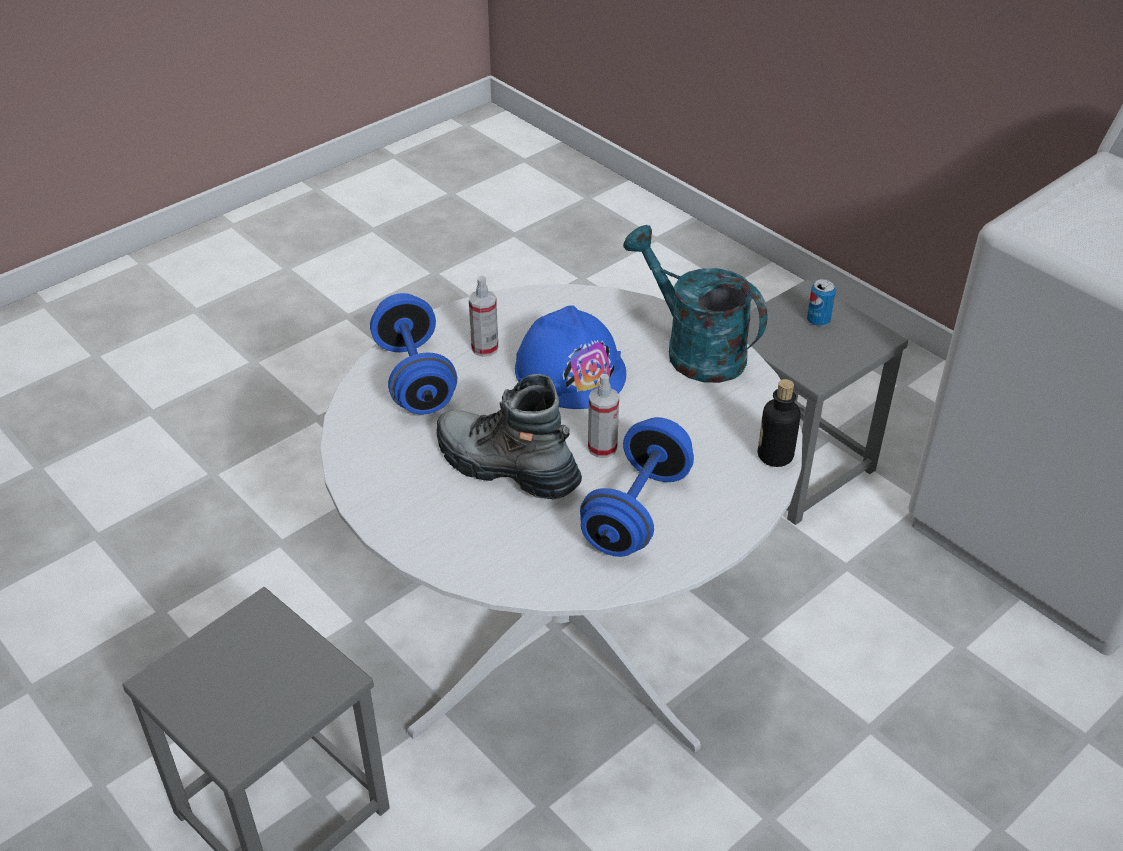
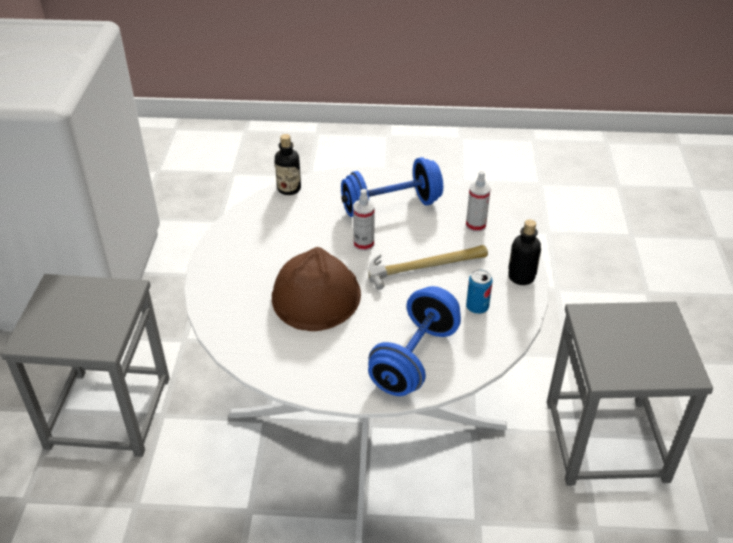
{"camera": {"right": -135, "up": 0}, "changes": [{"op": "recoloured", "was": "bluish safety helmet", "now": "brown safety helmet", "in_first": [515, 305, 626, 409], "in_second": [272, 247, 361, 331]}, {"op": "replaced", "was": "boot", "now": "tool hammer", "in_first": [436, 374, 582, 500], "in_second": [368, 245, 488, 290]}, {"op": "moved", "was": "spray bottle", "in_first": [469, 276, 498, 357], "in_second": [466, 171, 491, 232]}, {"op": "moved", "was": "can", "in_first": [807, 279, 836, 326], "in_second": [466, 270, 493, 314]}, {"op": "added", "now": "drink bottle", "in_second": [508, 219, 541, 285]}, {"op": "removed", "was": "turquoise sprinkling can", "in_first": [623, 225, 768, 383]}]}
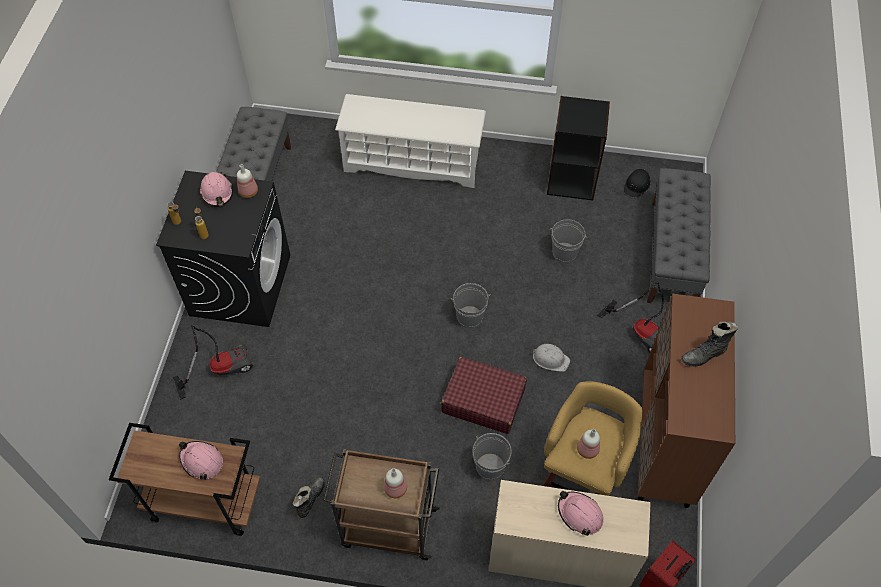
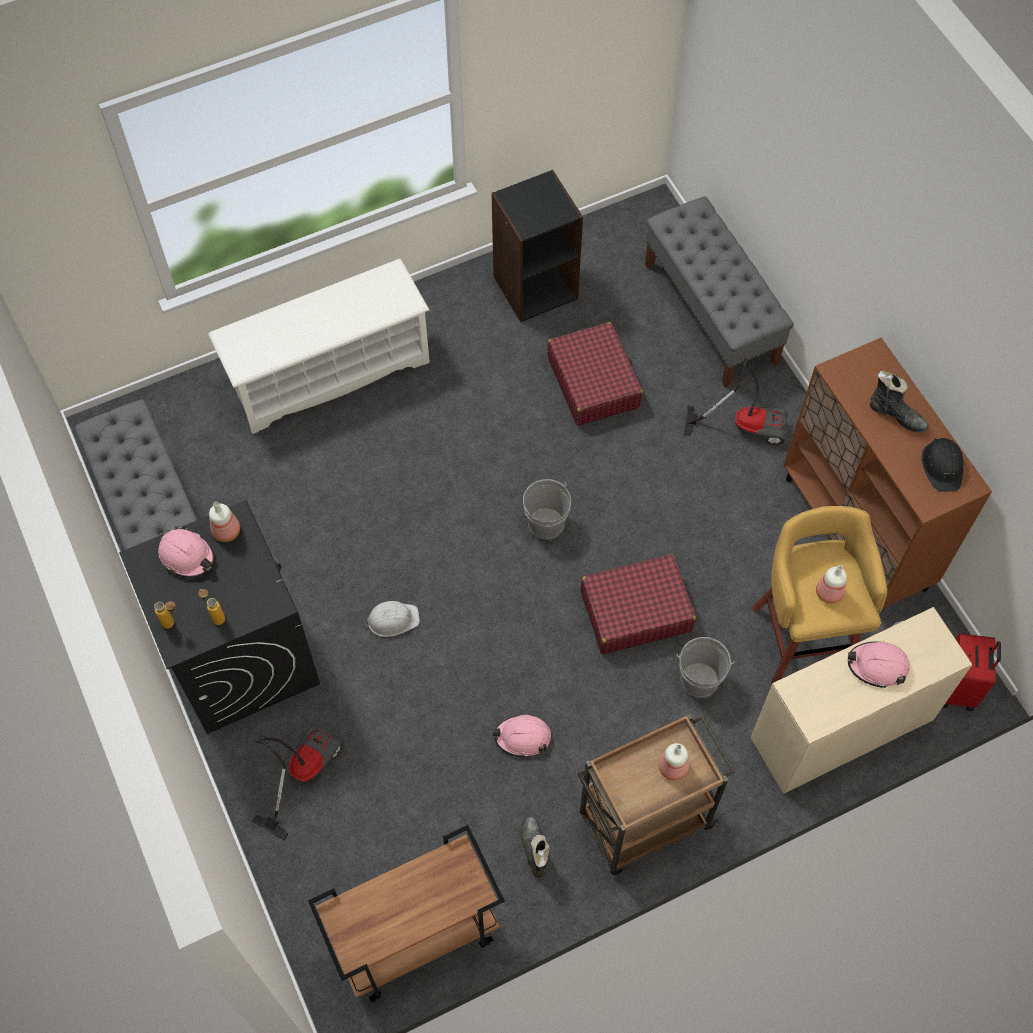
{"camera": {"right": -35, "up": 5}, "changes": [{"op": "moved", "was": "whitish safety helmet", "in_first": [531, 344, 570, 372], "in_second": [365, 601, 420, 637]}, {"op": "moved", "was": "pinkish safety helmet", "in_first": [179, 441, 223, 480], "in_second": [492, 714, 551, 758]}, {"op": "replaced", "was": "grey water bucket", "now": "red-coloured suitcase", "in_first": [549, 219, 587, 263], "in_second": [547, 322, 643, 426]}, {"op": "turned", "was": "blackish boot", "in_first": [681, 322, 738, 366], "in_second": [870, 371, 928, 432], "clockwise": -90}, {"op": "moved", "was": "blackish safety helmet", "in_first": [624, 169, 651, 198], "in_second": [921, 435, 963, 492]}]}
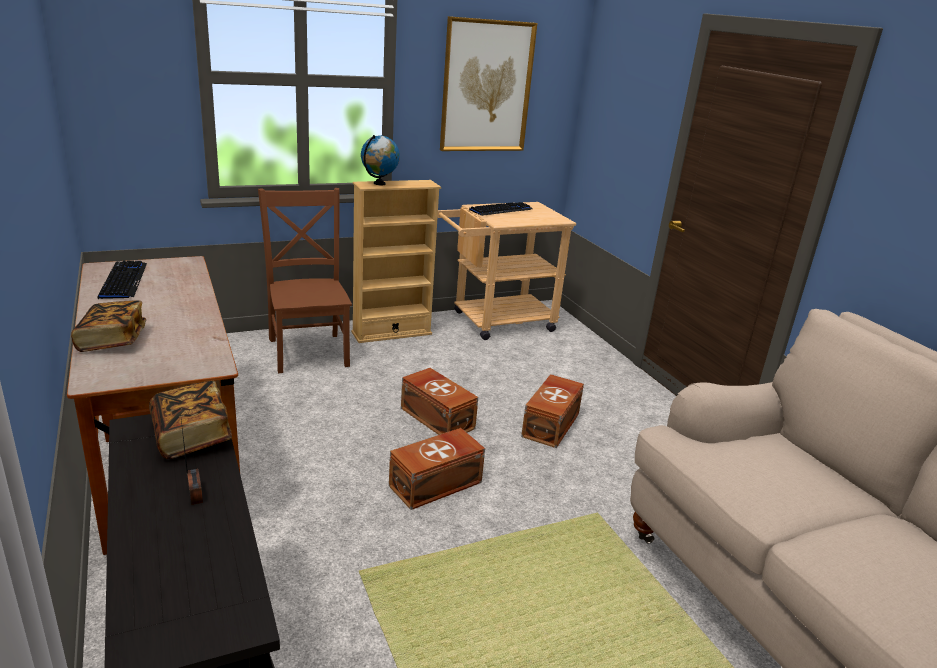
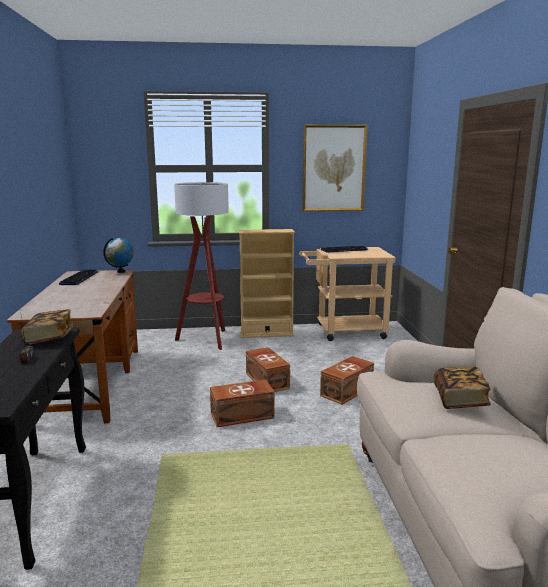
{"camera": {"right": 20, "up": -10}, "changes": [{"op": "moved", "was": "world globe", "in_first": [361, 135, 400, 186], "in_second": [103, 238, 134, 273]}, {"op": "replaced", "was": "brown plain chair", "now": "standing lamp", "in_first": [258, 188, 352, 373], "in_second": [174, 182, 229, 350]}, {"op": "moved", "was": "bound book", "in_first": [71, 300, 146, 352], "in_second": [434, 367, 491, 409]}]}
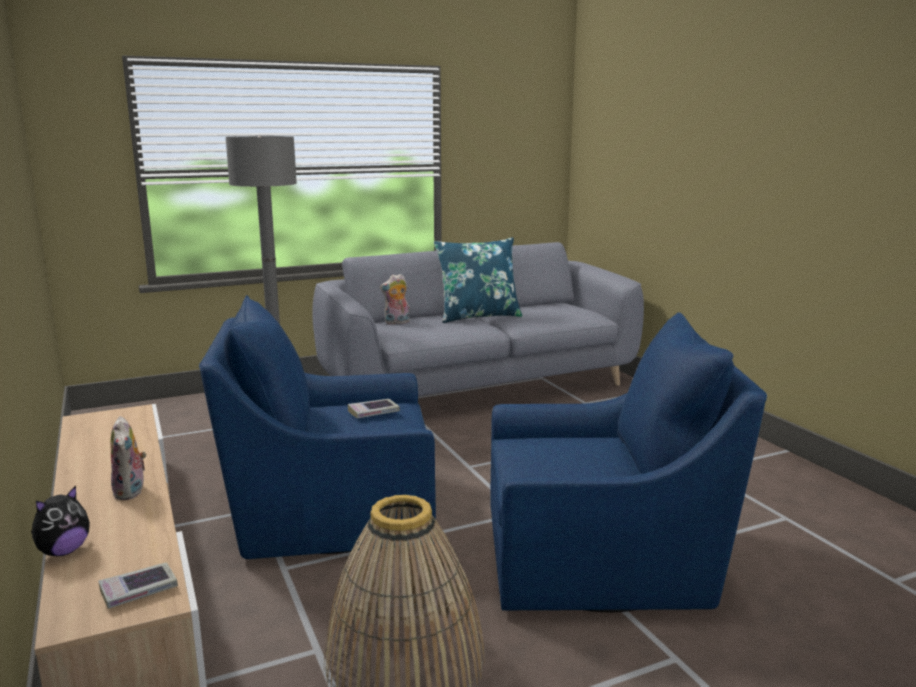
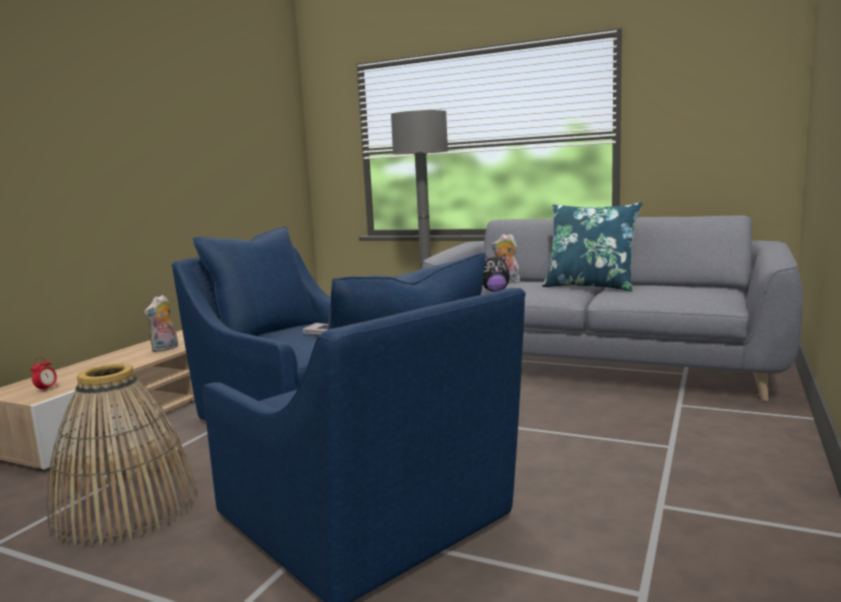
{"camera": {"right": 50, "up": -5}, "changes": [{"op": "replaced", "was": "bound book", "now": "table clock", "in_first": [98, 562, 178, 609], "in_second": [31, 357, 57, 392]}, {"op": "moved", "was": "cuddly toy", "in_first": [31, 486, 90, 556], "in_second": [483, 254, 510, 292]}]}
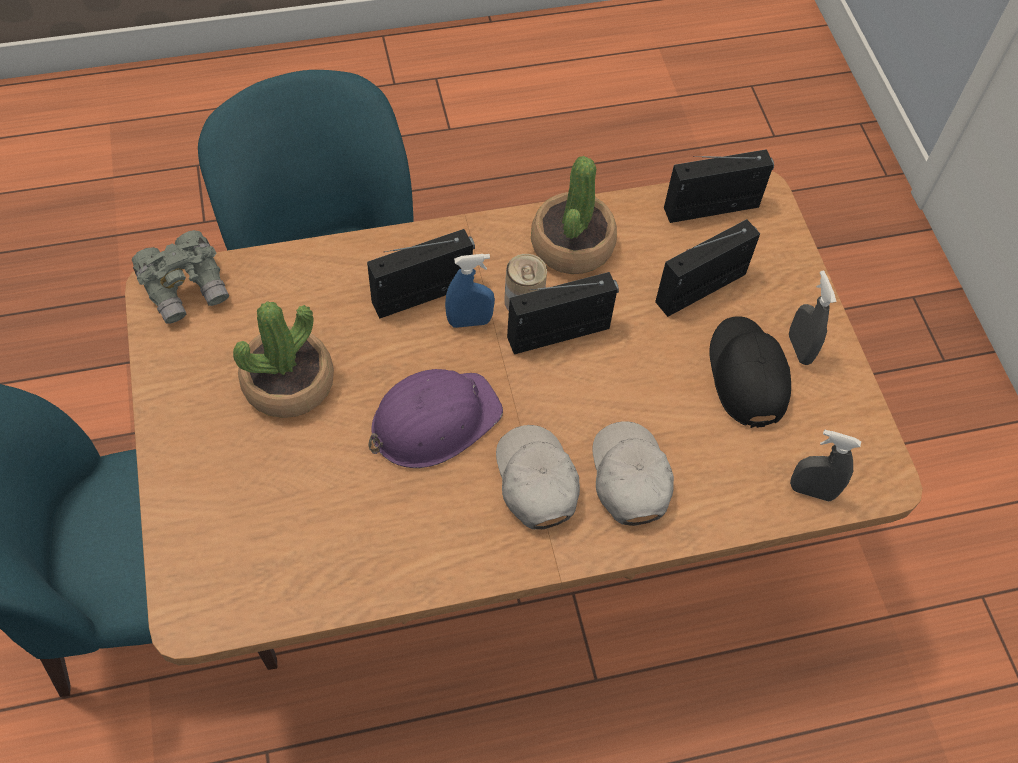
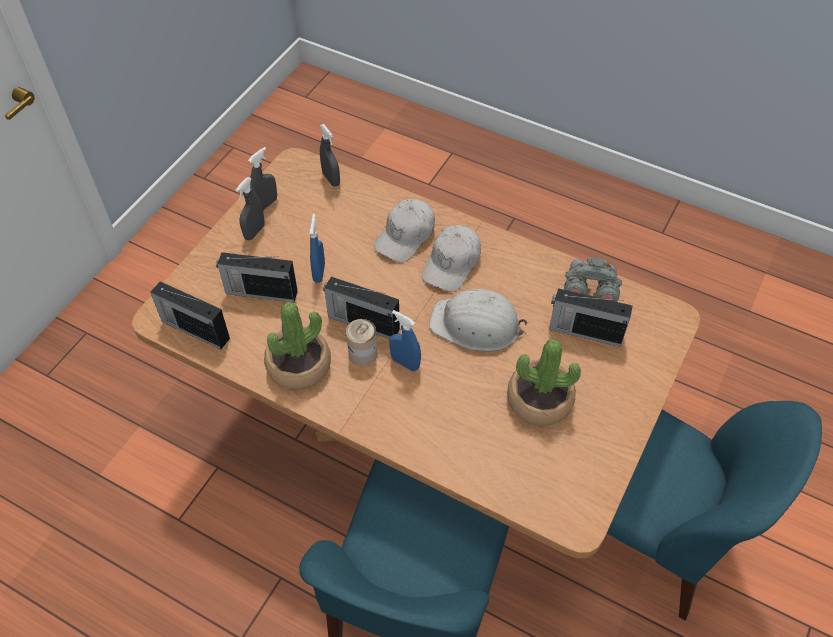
{"camera": {"right": -135, "up": -5}, "changes": [{"op": "added", "now": "grey spray bottle", "in_second": [248, 147, 277, 210]}, {"op": "added", "now": "bluish spray bottle", "in_second": [309, 214, 325, 283]}, {"op": "recoloured", "was": "purple safety helmet", "now": "whitish safety helmet", "in_first": [369, 369, 503, 468], "in_second": [429, 289, 527, 352]}, {"op": "moved", "was": "radio", "in_first": [367, 229, 475, 319], "in_second": [549, 288, 633, 347]}, {"op": "moved", "was": "grey binoculars", "in_first": [132, 230, 229, 324], "in_second": [564, 257, 622, 302]}, {"op": "removed", "was": "blackish baseball cap", "in_first": [709, 316, 791, 428]}]}
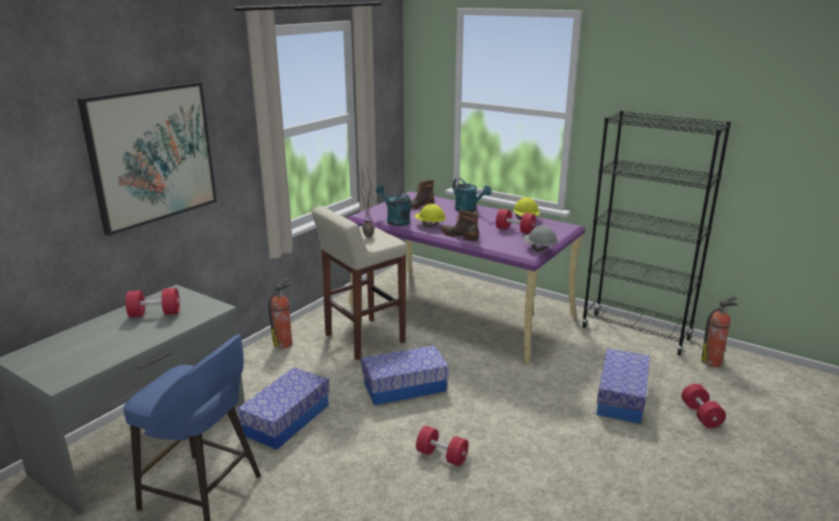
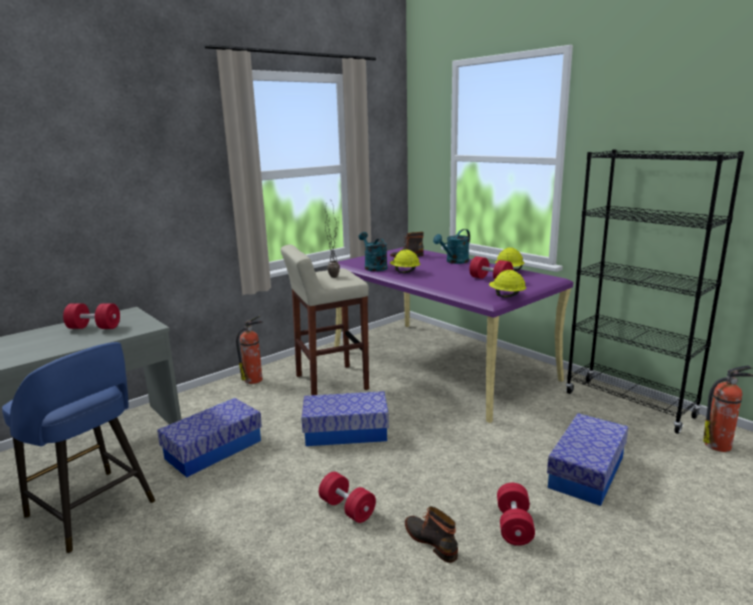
{"camera": {"right": 15, "up": -5}, "changes": [{"op": "moved", "was": "boot", "in_first": [441, 210, 479, 241], "in_second": [405, 506, 458, 563]}, {"op": "turned", "was": "turquoise sprinkling can", "in_first": [453, 178, 491, 212], "in_second": [433, 229, 470, 264], "clockwise": 75}, {"op": "recoloured", "was": "grey safety helmet", "now": "yellow safety helmet", "in_first": [523, 226, 558, 251], "in_second": [489, 270, 526, 298]}, {"op": "moved", "was": "red-coloured dumbbell", "in_first": [682, 384, 726, 428], "in_second": [497, 483, 535, 546]}, {"op": "removed", "was": "wall art", "in_first": [77, 82, 217, 236]}]}
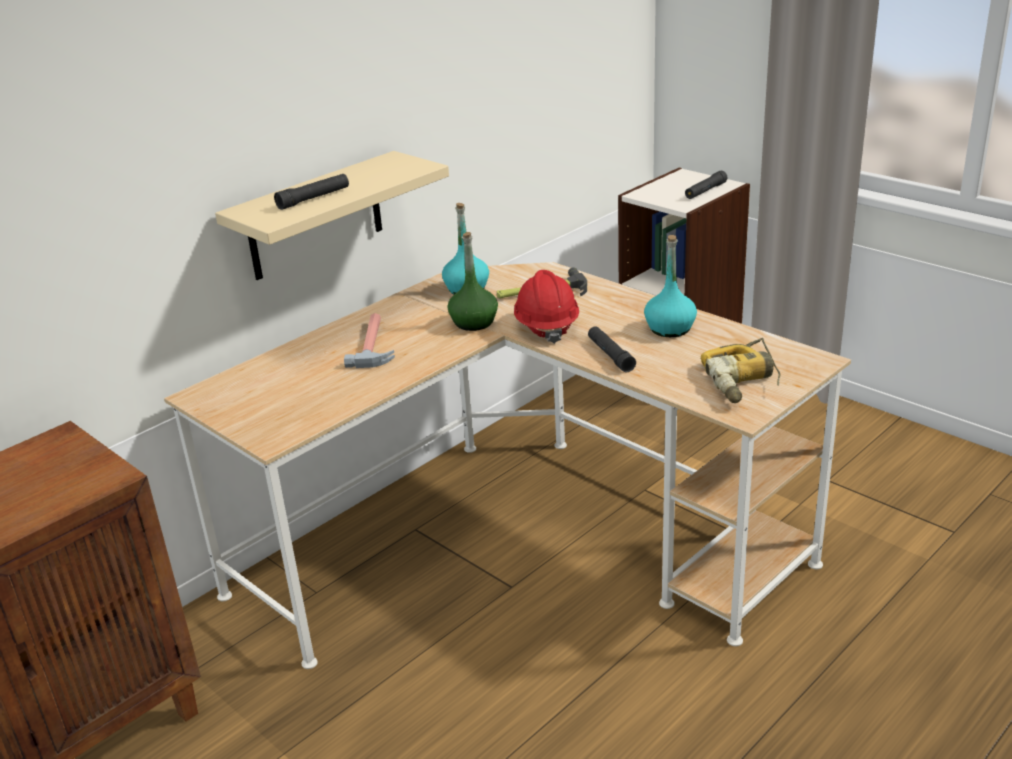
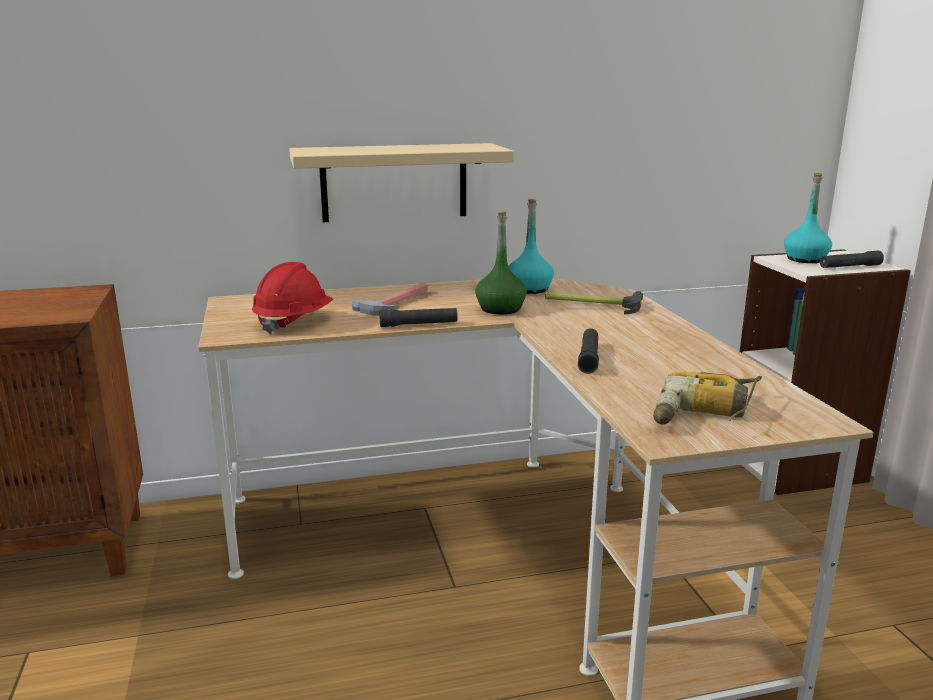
{"camera": {"right": 30, "up": -10}, "changes": [{"op": "moved", "was": "red-coloured safety helmet", "in_first": [514, 270, 579, 344], "in_second": [252, 262, 333, 334]}, {"op": "moved", "was": "blackish hand torch", "in_first": [274, 174, 349, 210], "in_second": [379, 308, 458, 327]}, {"op": "moved", "was": "turquoise drink bottle", "in_first": [644, 235, 697, 337], "in_second": [784, 173, 832, 263]}]}
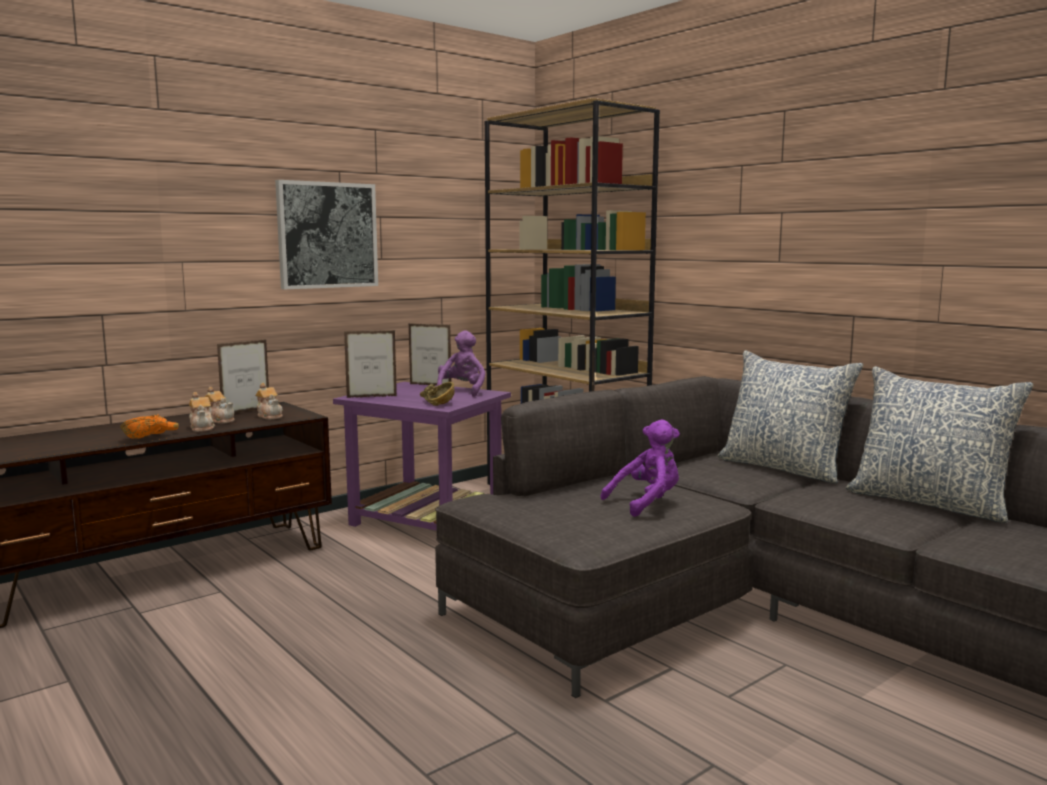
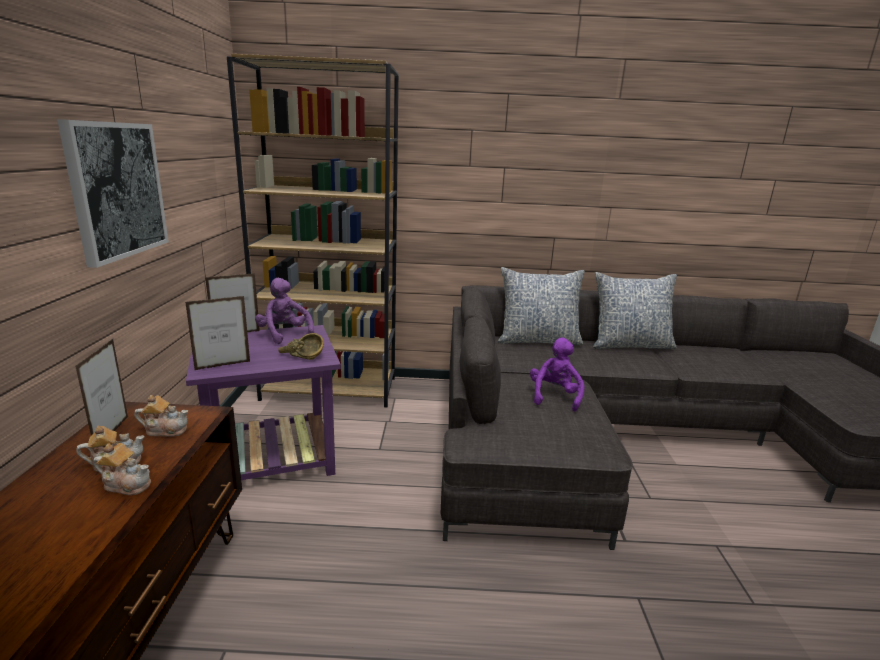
{"camera": {"right": -50, "up": 10}, "changes": [{"op": "turned", "was": "standing frame", "in_first": [344, 330, 397, 398], "in_second": [185, 296, 250, 370], "clockwise": -150}, {"op": "removed", "was": "orange serving bowl", "in_first": [120, 414, 179, 439]}]}
